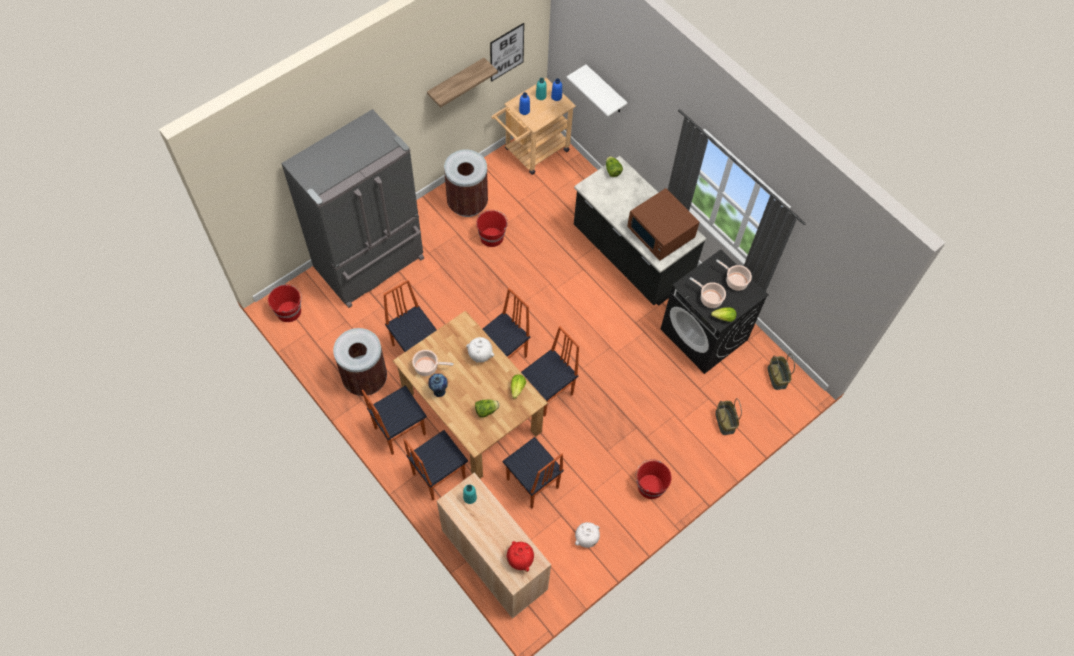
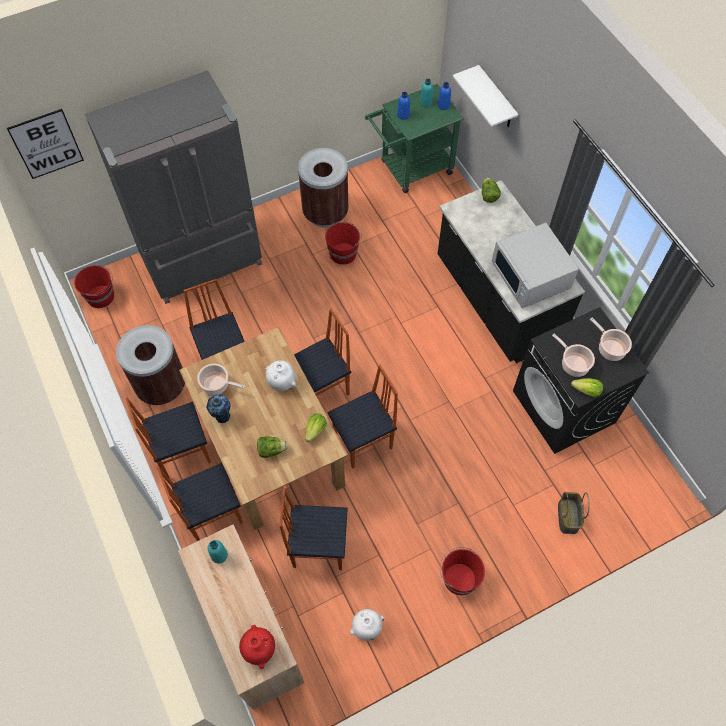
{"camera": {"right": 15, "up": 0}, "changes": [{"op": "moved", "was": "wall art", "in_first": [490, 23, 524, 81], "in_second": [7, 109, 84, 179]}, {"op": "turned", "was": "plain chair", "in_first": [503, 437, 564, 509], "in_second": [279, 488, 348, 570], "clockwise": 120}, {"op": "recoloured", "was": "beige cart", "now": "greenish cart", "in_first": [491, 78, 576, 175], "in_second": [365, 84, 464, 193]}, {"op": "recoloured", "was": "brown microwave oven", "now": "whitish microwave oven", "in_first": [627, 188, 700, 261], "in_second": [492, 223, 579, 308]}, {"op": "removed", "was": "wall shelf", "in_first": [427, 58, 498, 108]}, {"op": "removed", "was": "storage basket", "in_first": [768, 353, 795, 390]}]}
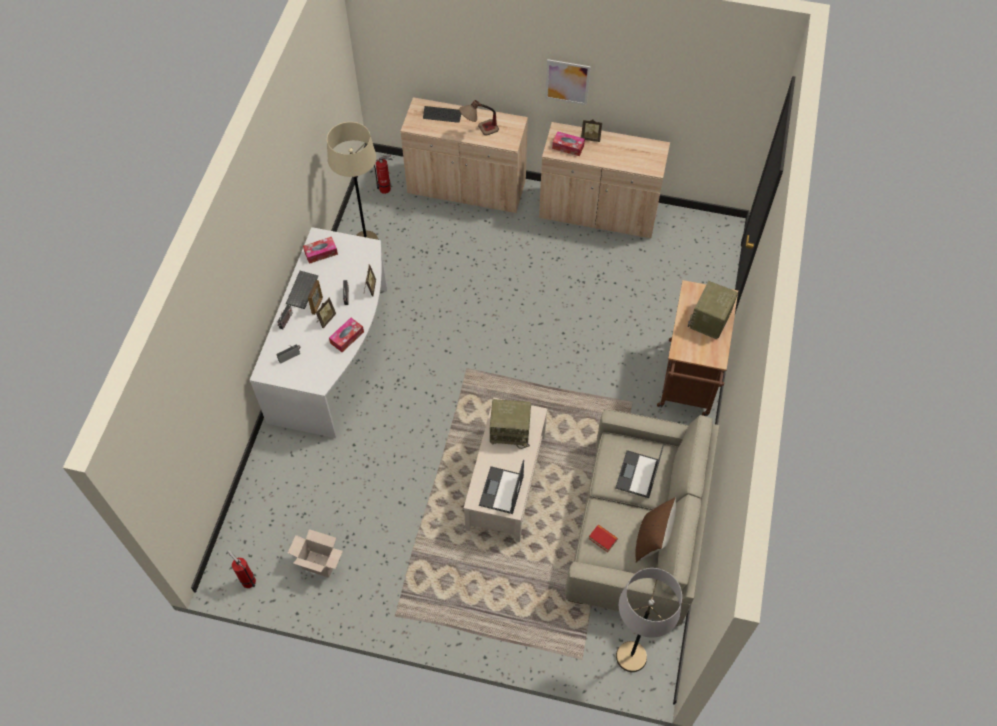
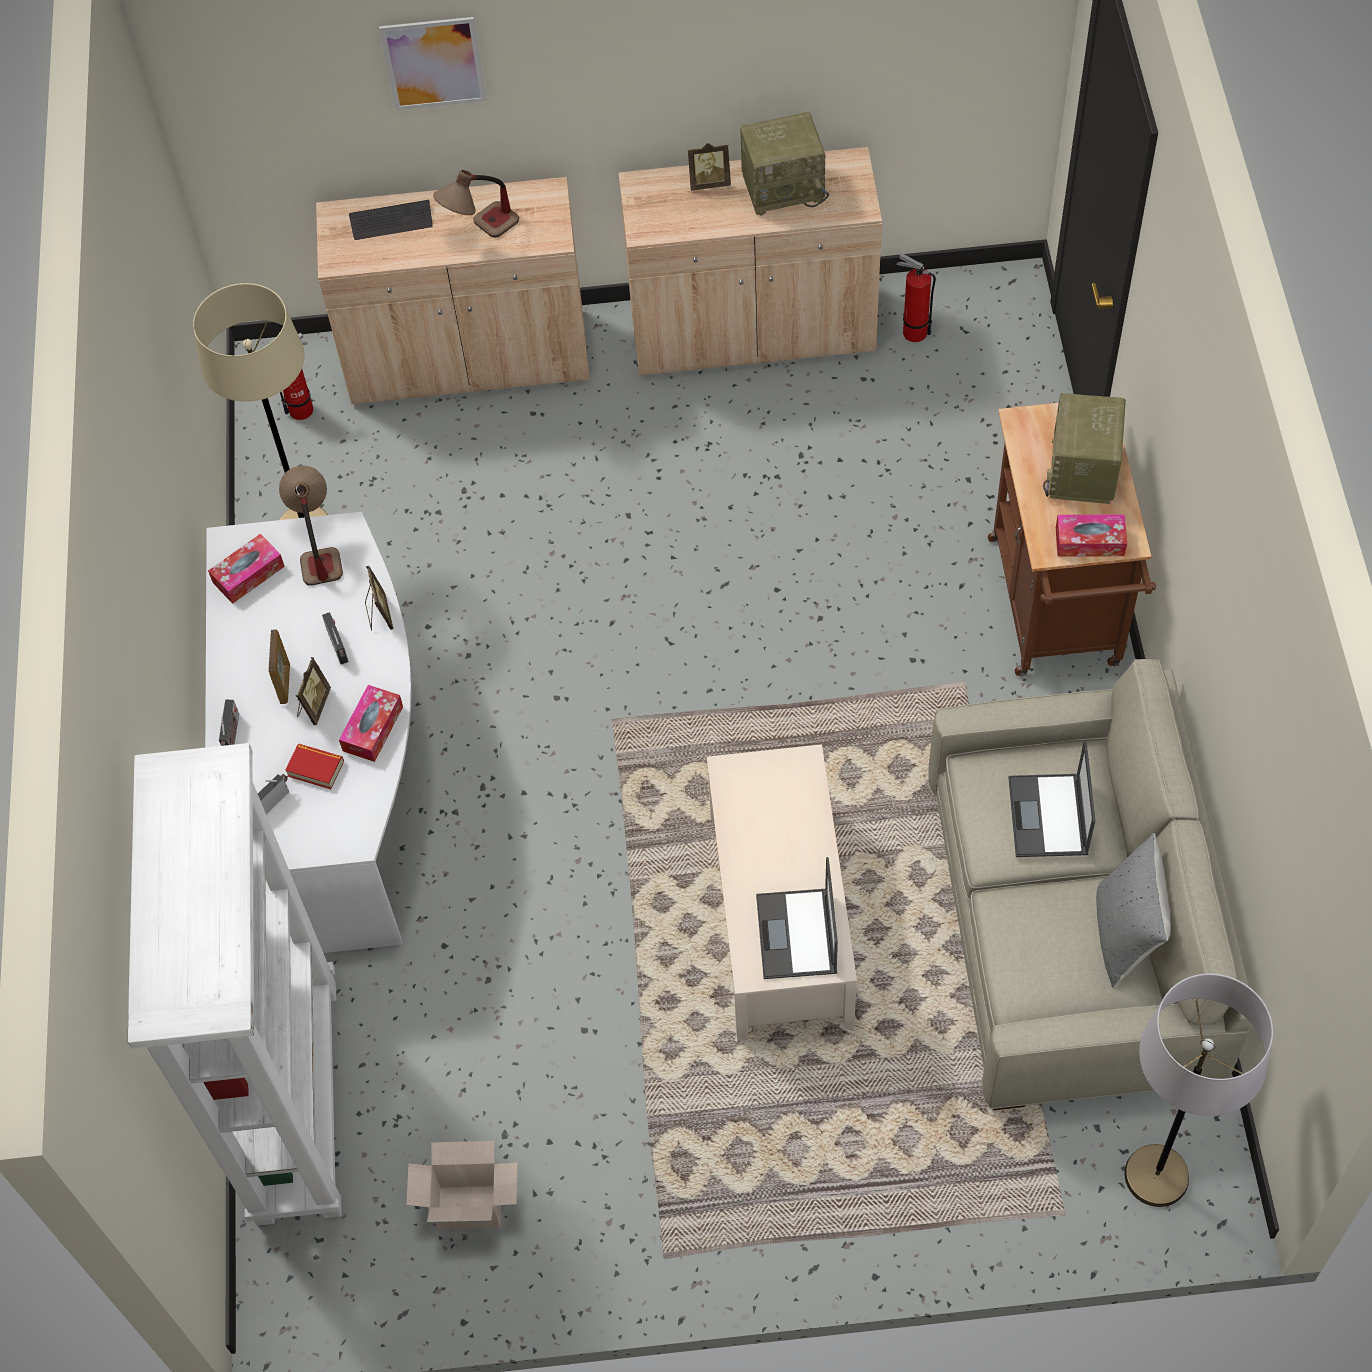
{"camera": {"right": -15, "up": 0}, "changes": [{"op": "added", "now": "whitish shelving unit", "in_second": [128, 743, 342, 1226]}, {"op": "added", "now": "lamp for a table", "in_second": [279, 465, 343, 586]}, {"op": "moved", "was": "bound book", "in_first": [588, 524, 618, 552], "in_second": [285, 744, 344, 789]}, {"op": "moved", "was": "wall art", "in_first": [545, 59, 591, 105], "in_second": [379, 17, 486, 110]}, {"op": "moved", "was": "radio", "in_first": [490, 399, 531, 449], "in_second": [740, 112, 829, 216]}, {"op": "moved", "was": "extinguisher", "in_first": [227, 550, 256, 588], "in_second": [896, 253, 936, 342]}, {"op": "moved", "was": "box of tissues", "in_first": [552, 131, 585, 156], "in_second": [1056, 514, 1127, 557]}, {"op": "recoloured", "was": "brown throw pillow", "now": "grey throw pillow", "in_first": [635, 497, 676, 563], "in_second": [1096, 833, 1171, 987]}, {"op": "removed", "was": "computer keyboard", "in_first": [286, 271, 318, 309]}]}
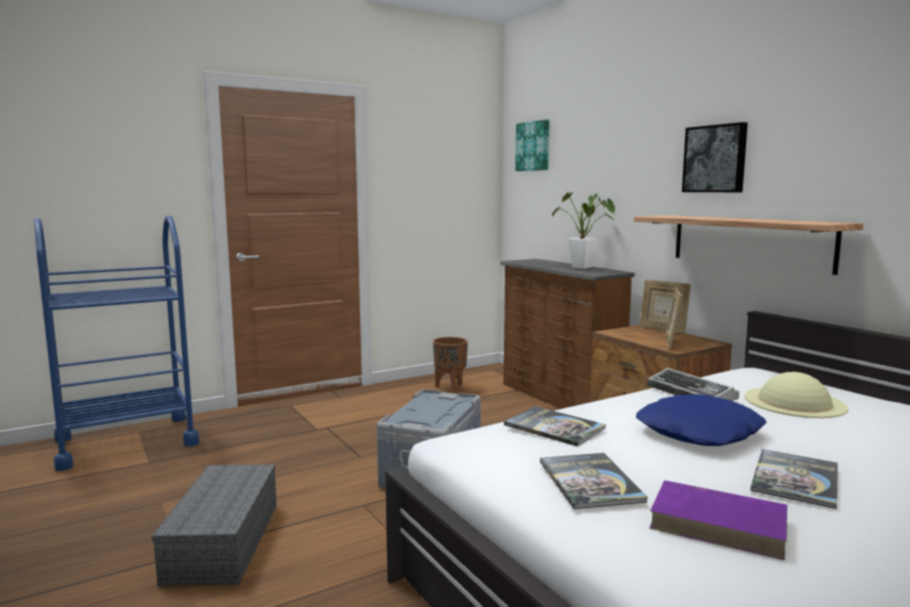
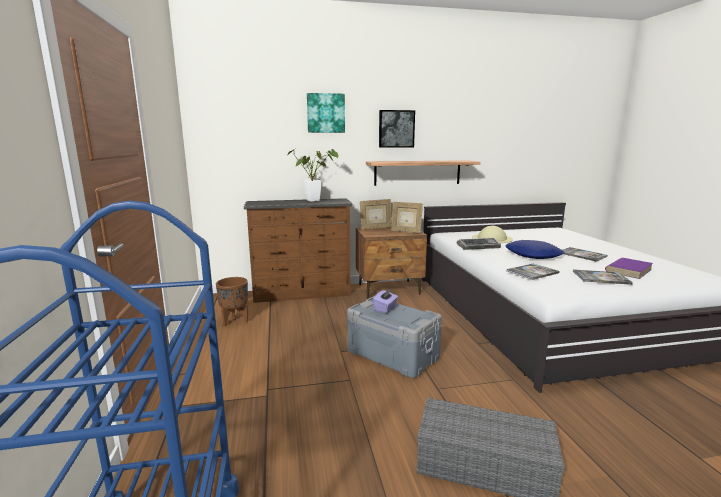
{"camera": {"right": -70, "up": 5}, "changes": [{"op": "moved", "was": "wall art", "in_first": [515, 120, 549, 171], "in_second": [307, 93, 345, 133]}, {"op": "added", "now": "purple box of tissues", "in_second": [373, 289, 398, 314]}]}
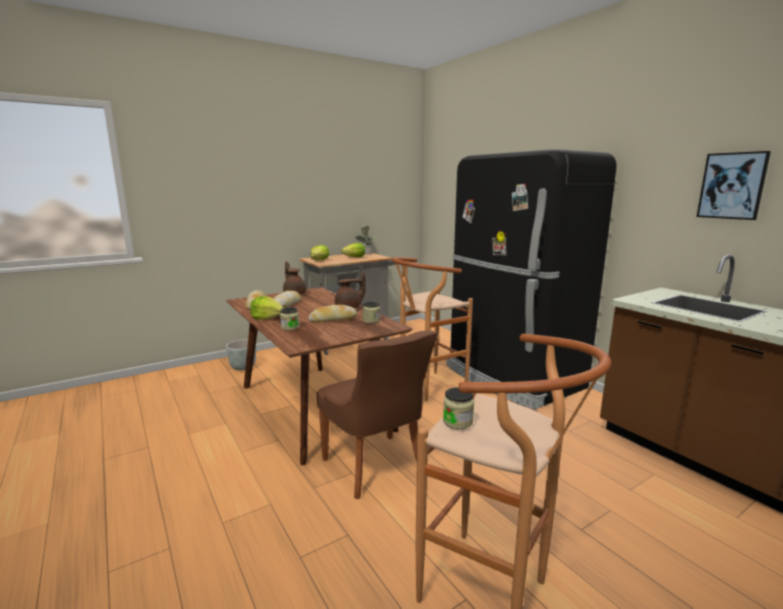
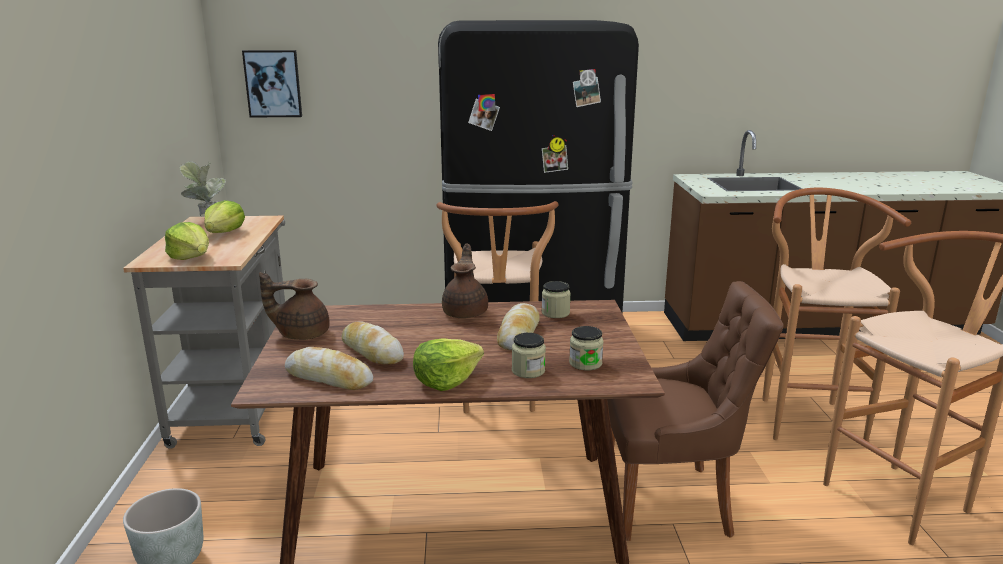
{"camera": {"right": -60, "up": 5}, "changes": [{"op": "moved", "was": "wall art", "in_first": [697, 151, 771, 220], "in_second": [242, 50, 302, 117]}, {"op": "moved", "was": "storage jar", "in_first": [443, 387, 474, 429], "in_second": [569, 326, 604, 370]}, {"op": "added", "now": "brown stool", "in_second": [762, 188, 911, 441]}]}
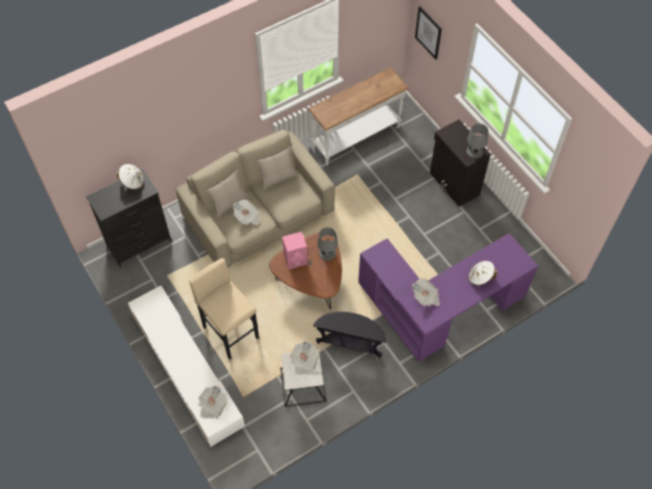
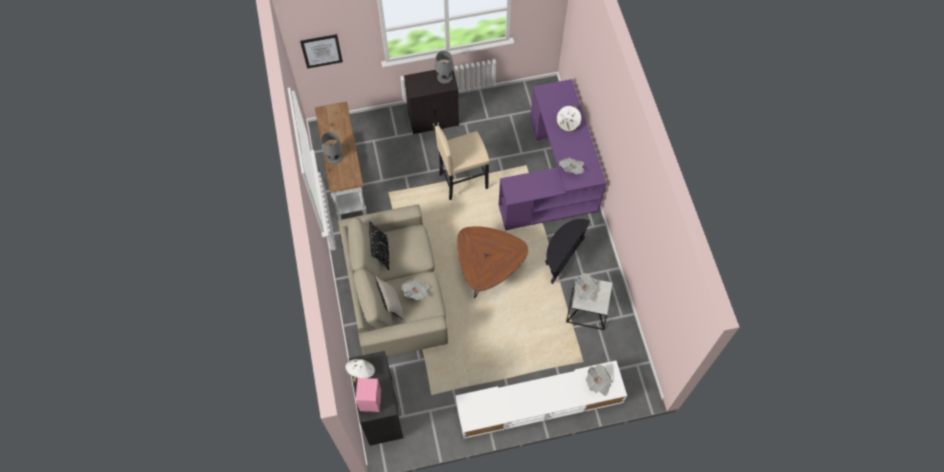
{"camera": {"right": -70, "up": 5}, "changes": [{"op": "moved", "was": "grey lamp for a table", "in_first": [317, 227, 338, 261], "in_second": [321, 132, 343, 164]}, {"op": "moved", "was": "pinkish speaker", "in_first": [282, 232, 308, 269], "in_second": [355, 378, 381, 412]}, {"op": "recoloured", "was": "beige throw pillow", "now": "blackish throw pillow", "in_first": [256, 146, 298, 190], "in_second": [369, 221, 389, 270]}, {"op": "moved", "was": "beige stool", "in_first": [189, 258, 259, 360], "in_second": [435, 126, 490, 200]}]}
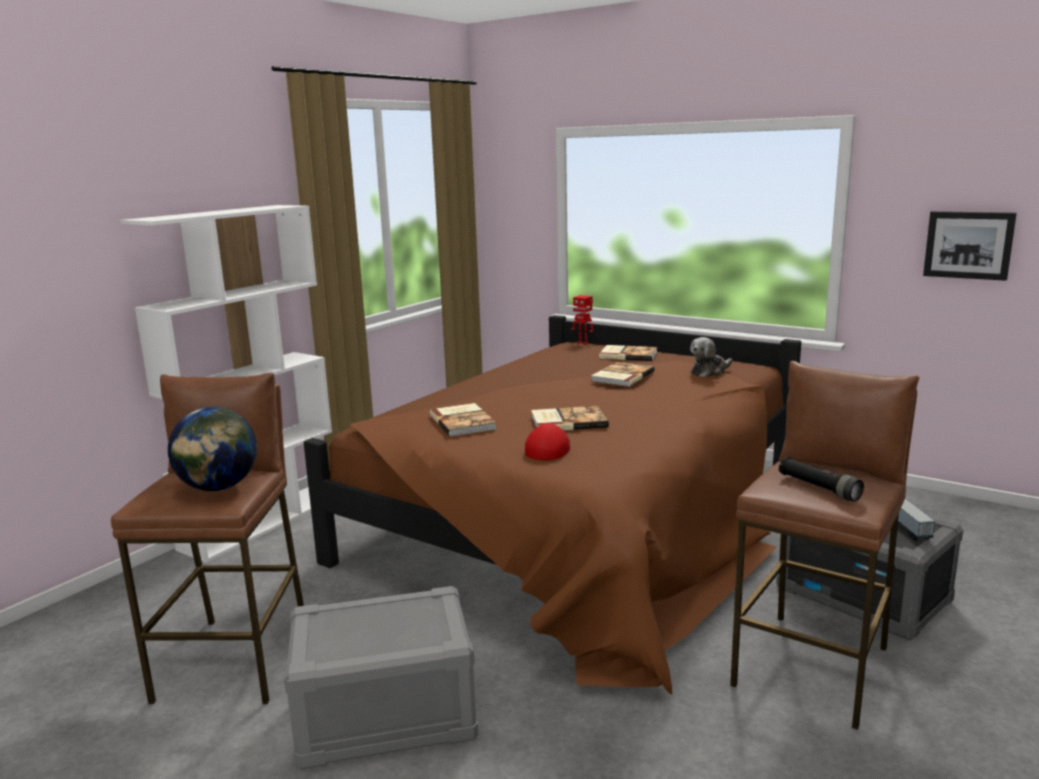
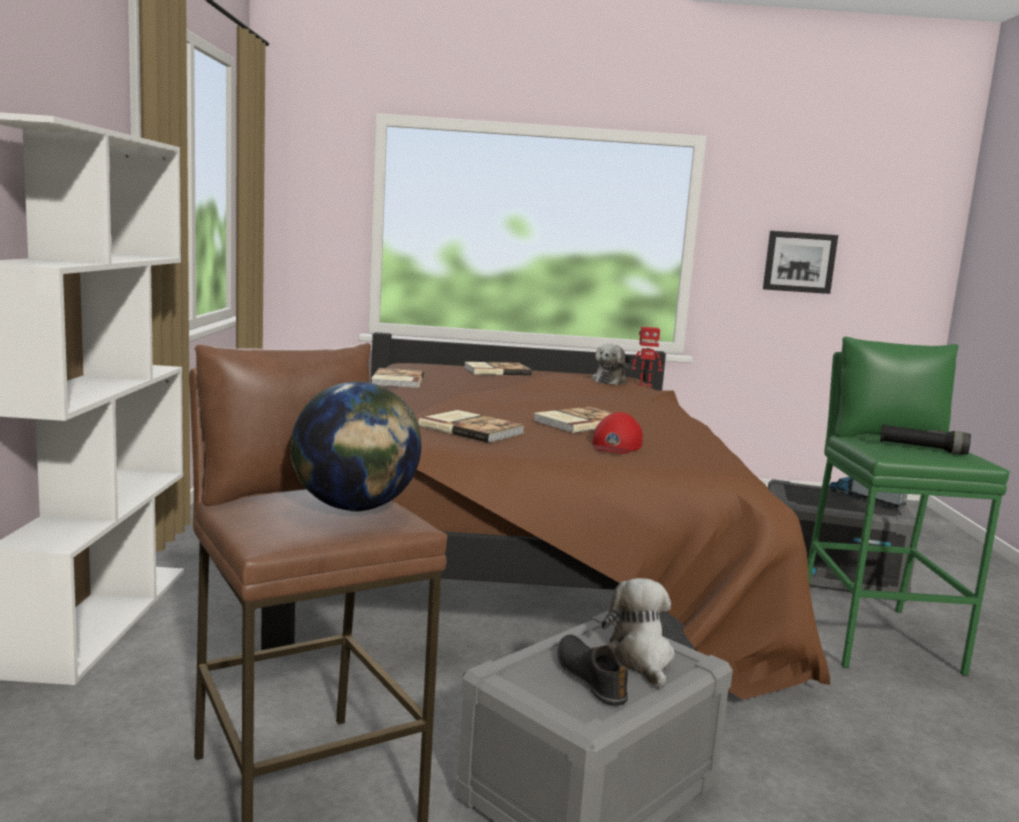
{"camera": {"right": -35, "up": -5}, "changes": [{"op": "moved", "was": "bound book", "in_first": [591, 362, 654, 387], "in_second": [371, 368, 424, 388]}, {"op": "added", "now": "blackish low shoe", "in_second": [557, 634, 628, 706]}, {"op": "turned", "was": "red-coloured baseball cap", "in_first": [525, 423, 570, 460], "in_second": [592, 412, 643, 454], "clockwise": -150}, {"op": "added", "now": "cuddly toy", "in_second": [602, 578, 675, 688]}, {"op": "moved", "was": "model robot", "in_first": [571, 295, 594, 344], "in_second": [632, 327, 662, 387]}, {"op": "recoloured", "was": "brown stool", "now": "greenish stool", "in_first": [730, 361, 920, 730], "in_second": [808, 337, 1010, 676]}]}
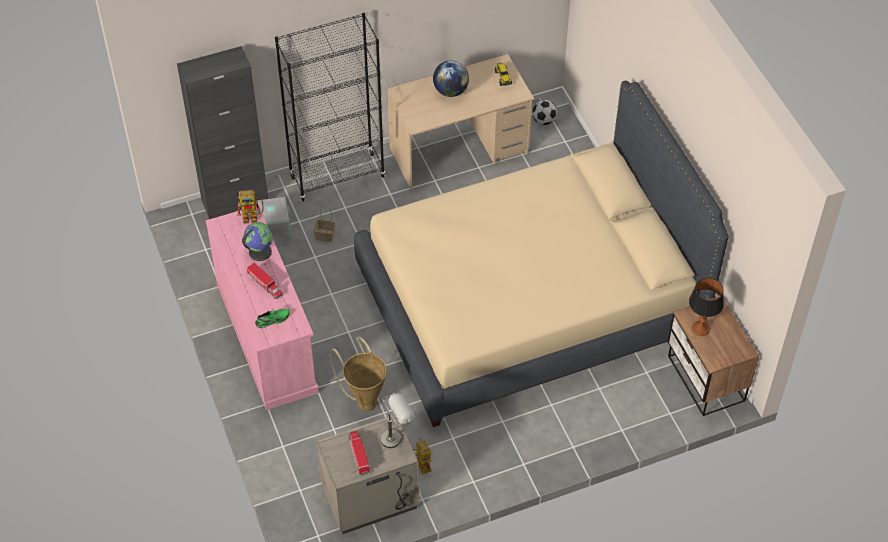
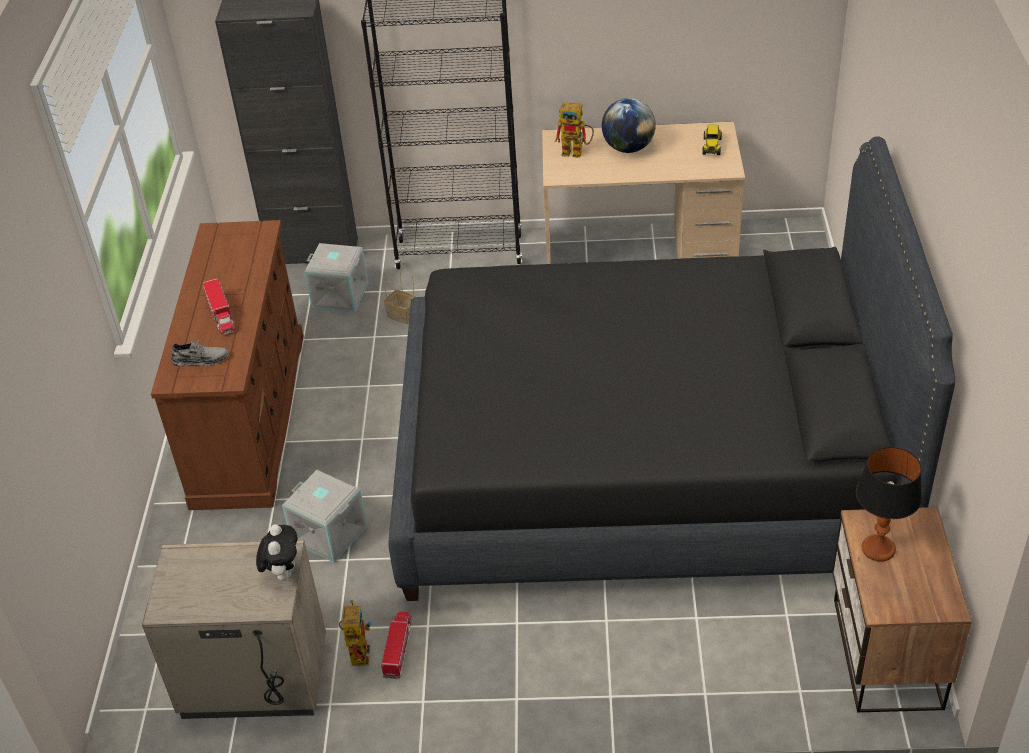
{"camera": {"right": 25, "up": -10}, "changes": [{"op": "recoloured", "was": "pinkish chest of drawers", "now": "brown chest of drawers", "in_first": [205, 205, 319, 410], "in_second": [151, 220, 304, 510]}, {"op": "recoloured", "was": "greenish low shoe", "now": "grey low shoe", "in_first": [255, 309, 290, 328], "in_second": [171, 340, 229, 366]}, {"op": "replaced", "was": "grey lamp for a table", "now": "cuddly toy", "in_first": [381, 393, 415, 448], "in_second": [256, 524, 297, 581]}, {"op": "replaced", "was": "storage basket", "now": "grey storage box", "in_first": [330, 336, 387, 411], "in_second": [282, 470, 367, 563]}, {"op": "moved", "was": "model truck", "in_first": [348, 431, 370, 475], "in_second": [381, 611, 412, 679]}, {"op": "recoloured", "was": "beige sleeping bed", "now": "blackish sleeping bed", "in_first": [354, 81, 728, 427], "in_second": [389, 137, 955, 601]}, {"op": "moved", "was": "model robot", "in_first": [237, 190, 263, 224], "in_second": [555, 102, 594, 158]}, {"op": "removed", "was": "world globe", "in_first": [242, 222, 273, 261]}, {"op": "removed", "was": "ball for football", "in_first": [532, 100, 557, 125]}]}
